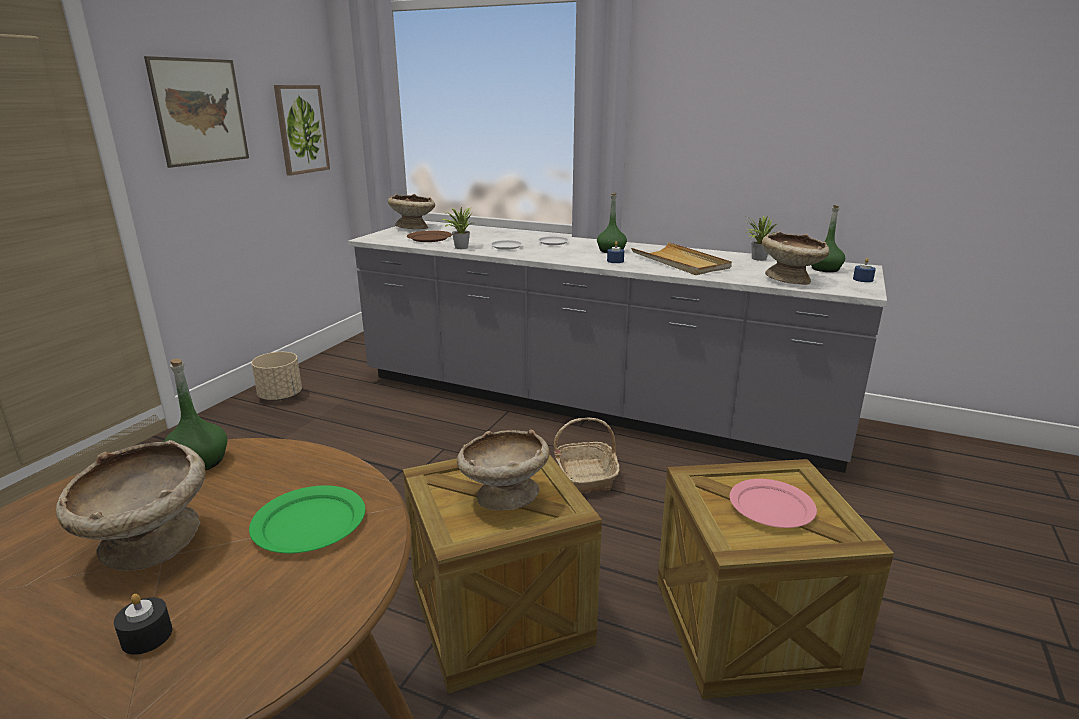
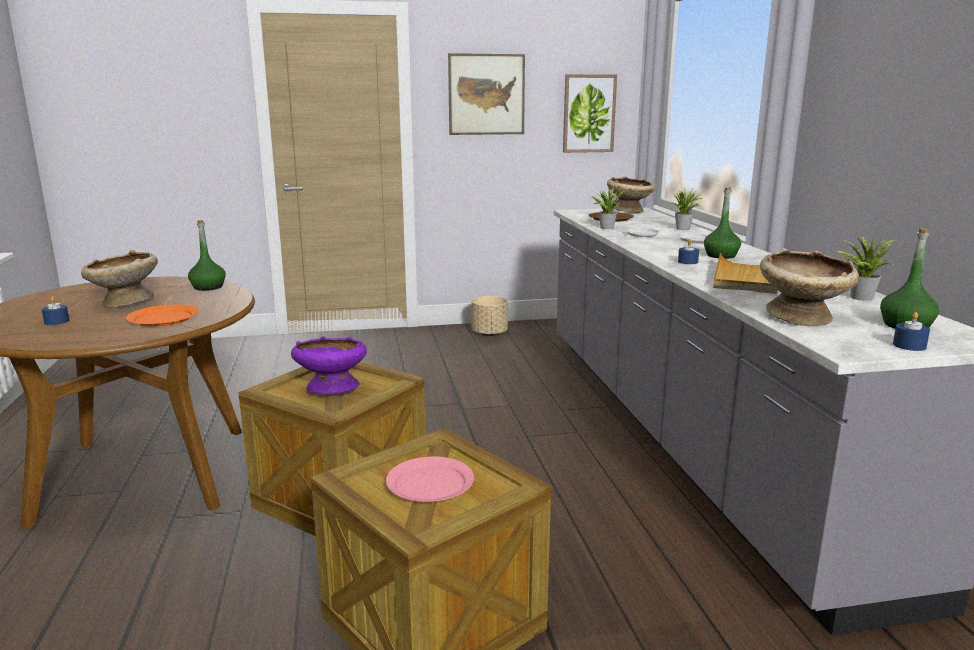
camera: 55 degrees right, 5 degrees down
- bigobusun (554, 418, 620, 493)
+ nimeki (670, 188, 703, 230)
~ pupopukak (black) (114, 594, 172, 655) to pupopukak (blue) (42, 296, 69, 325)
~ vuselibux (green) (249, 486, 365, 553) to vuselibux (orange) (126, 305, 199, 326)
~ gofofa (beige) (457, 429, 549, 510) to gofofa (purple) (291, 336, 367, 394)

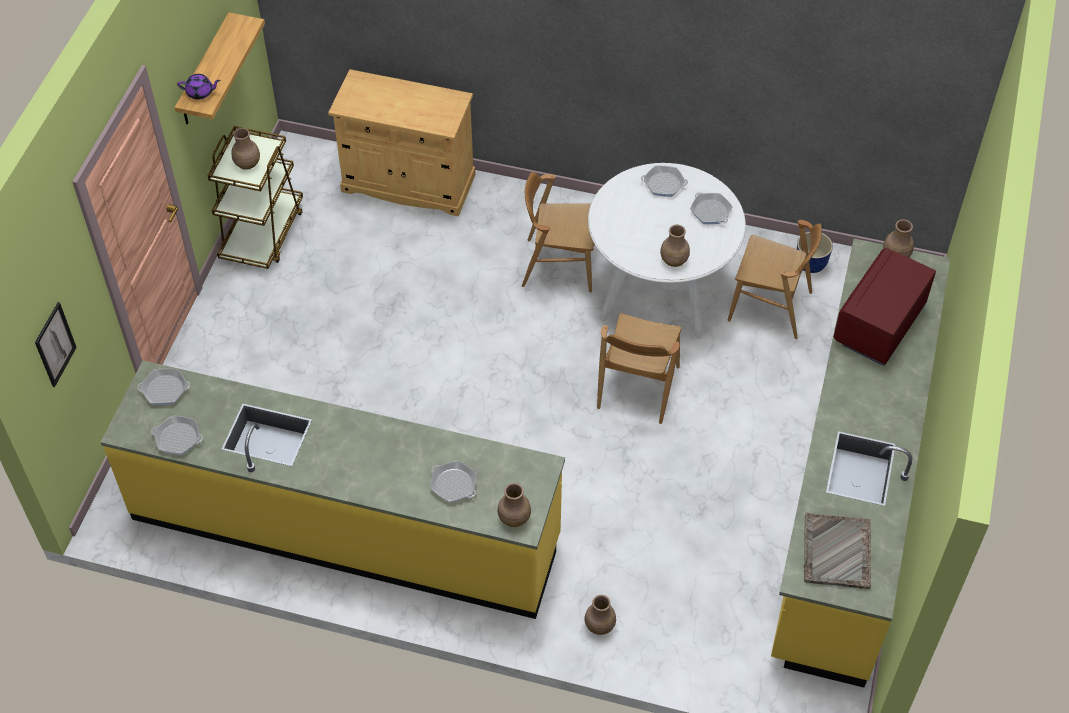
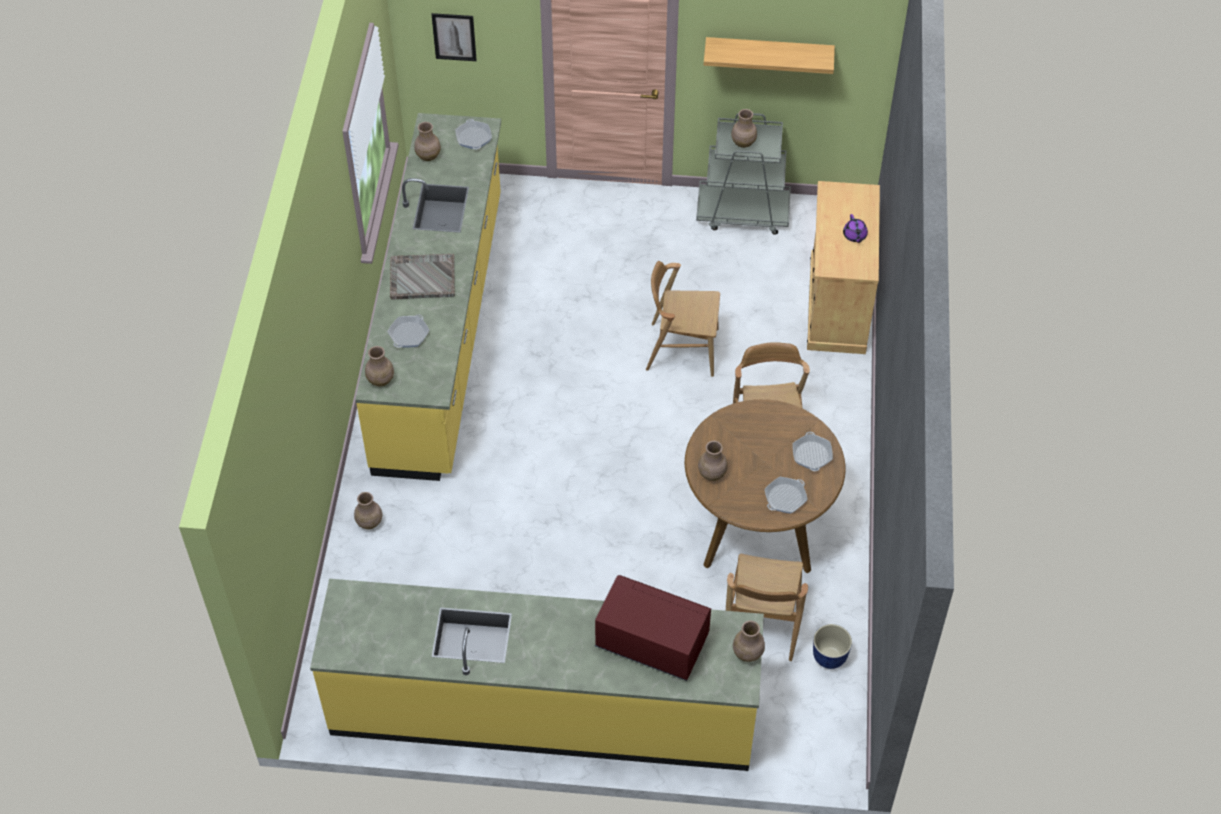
camera: 80 degrees right, 0 degrees up
~ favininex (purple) (177, 74, 221, 100) to (843, 214, 868, 243)
~ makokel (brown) (597, 313, 681, 424) to (646, 261, 720, 377)
~ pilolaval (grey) (804, 513, 871, 589) to (390, 254, 455, 300)
~ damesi (151, 415, 203, 455) to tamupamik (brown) (414, 122, 441, 161)
~ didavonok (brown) (207, 126, 303, 269) to didavonok (grey) (696, 113, 791, 235)
~ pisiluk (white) (588, 163, 746, 340) to pisiluk (brown) (685, 399, 846, 573)

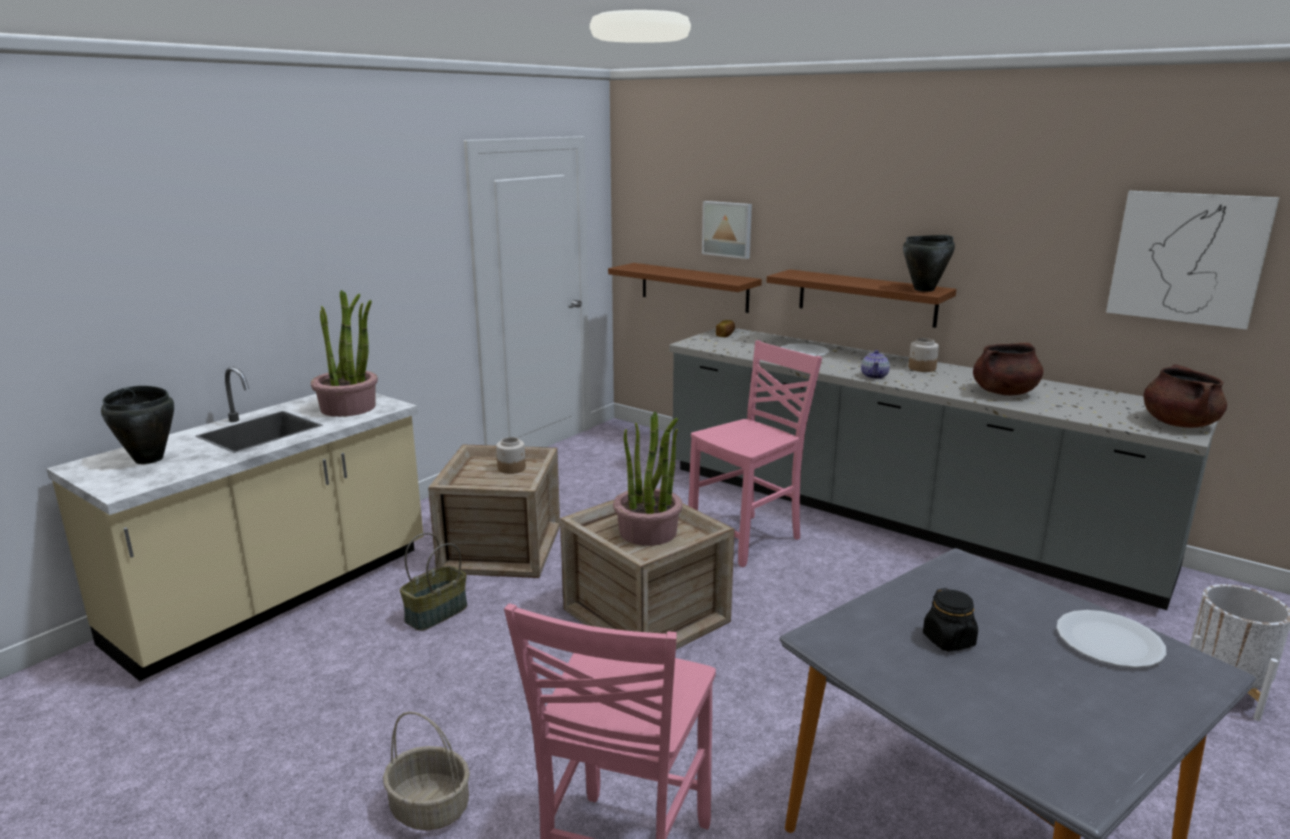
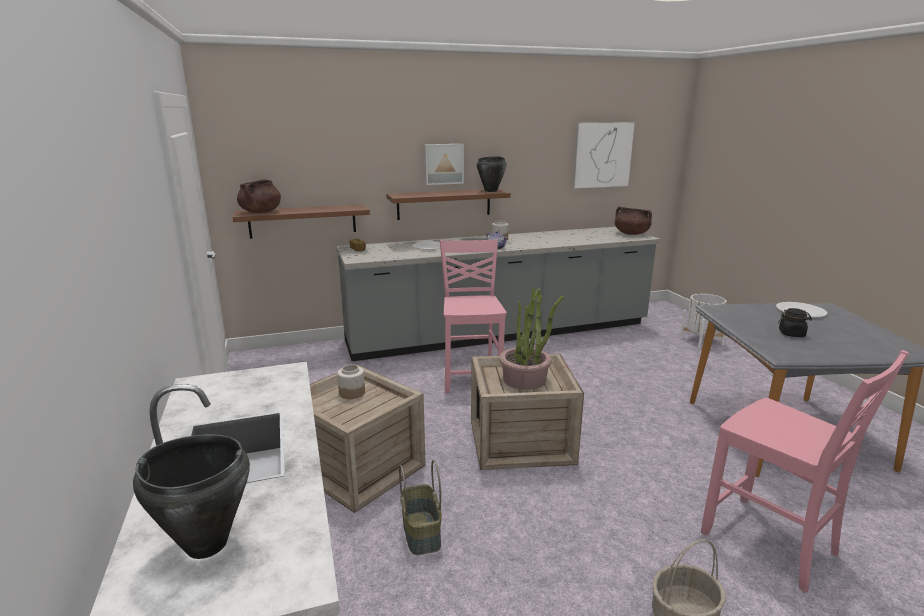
camera: 55 degrees left, 0 degrees up
- nimeki (311, 290, 378, 417)
~ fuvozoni (702, 201, 752, 259) to (425, 144, 464, 185)
~ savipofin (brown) (973, 343, 1043, 395) to (237, 179, 281, 213)

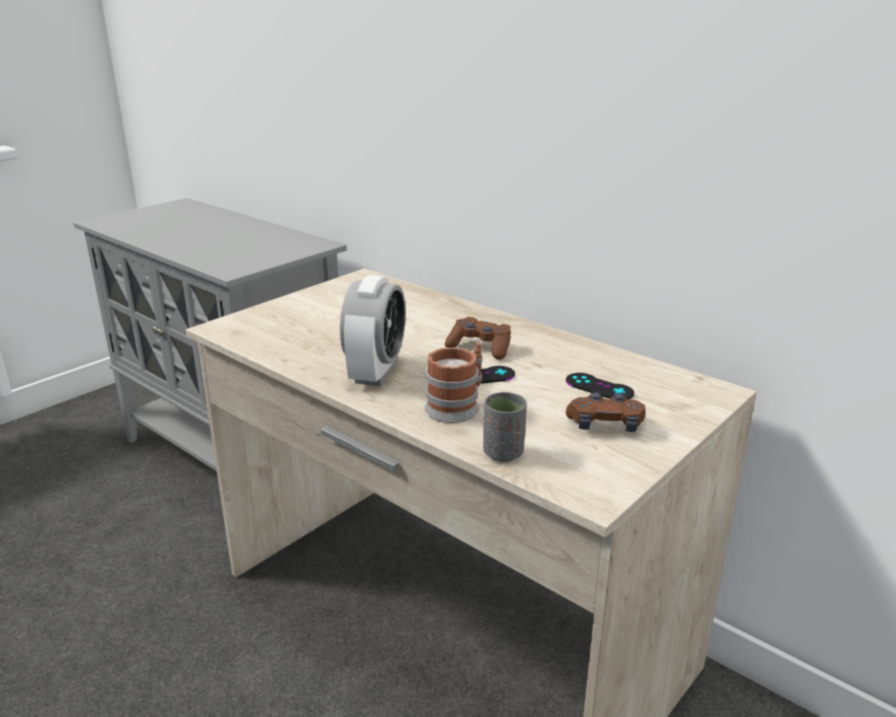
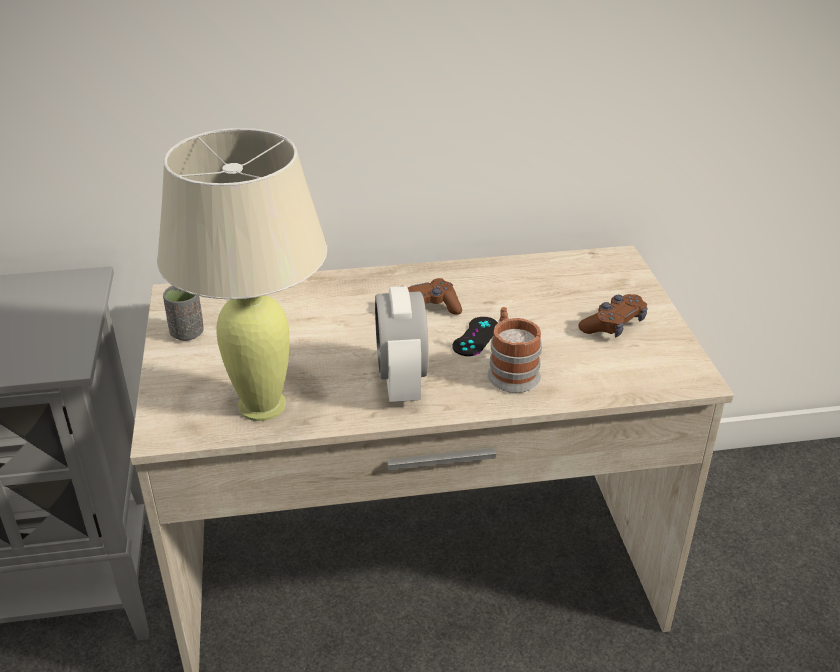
camera: 50 degrees left, 10 degrees up
- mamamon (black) (566, 373, 634, 399)
+ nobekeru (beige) (157, 128, 327, 421)
~ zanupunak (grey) (483, 392, 527, 462) to (163, 286, 204, 341)
~ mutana (340, 275, 406, 386) = (375, 286, 429, 402) 150 degrees counterclockwise

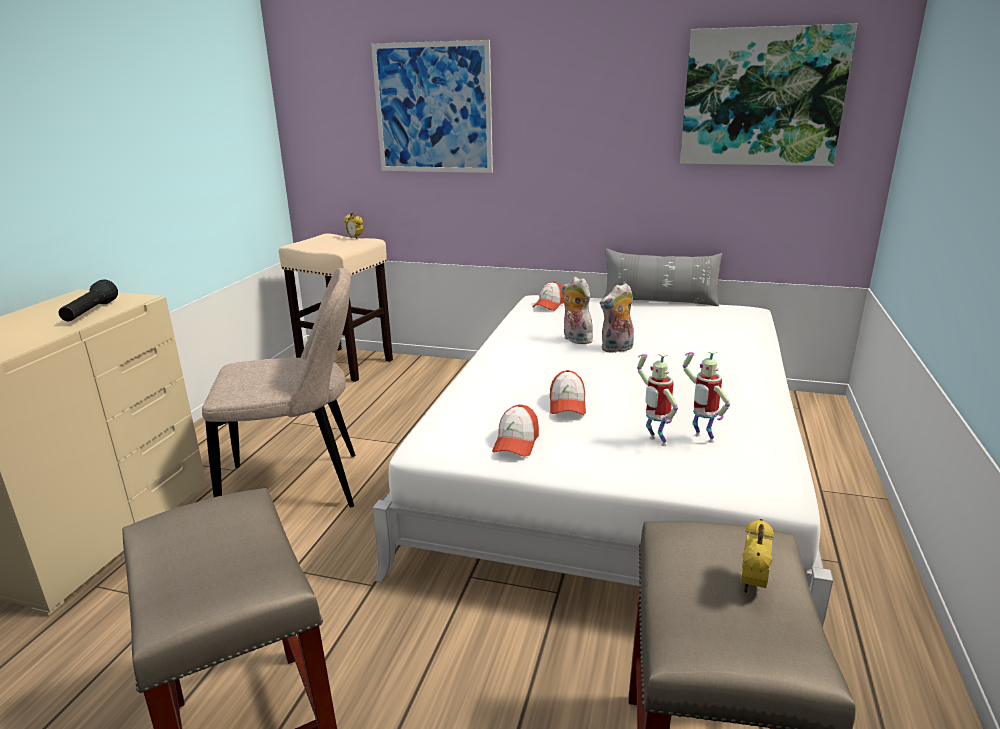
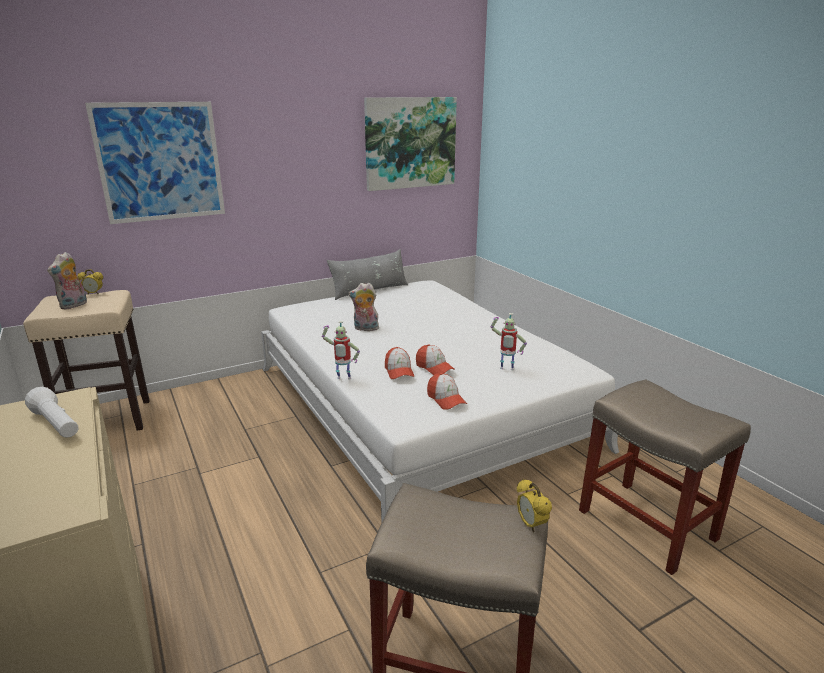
camera: 45 degrees left, 0 degrees up
- makokel (beige) (202, 268, 355, 507)
~ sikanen (533, 281, 564, 311) to (385, 347, 414, 379)
~ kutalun (600, 283, 634, 353) to (47, 252, 87, 310)
~ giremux (683, 350, 730, 443) to (322, 321, 360, 380)
~ mutana (741, 519, 774, 593) to (517, 479, 552, 532)
~ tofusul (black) (58, 279, 118, 321) to tofusul (white) (25, 387, 78, 438)

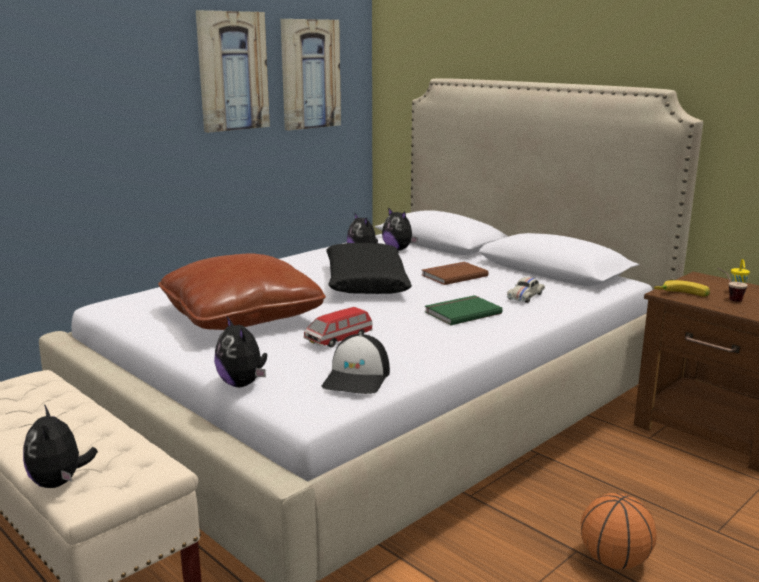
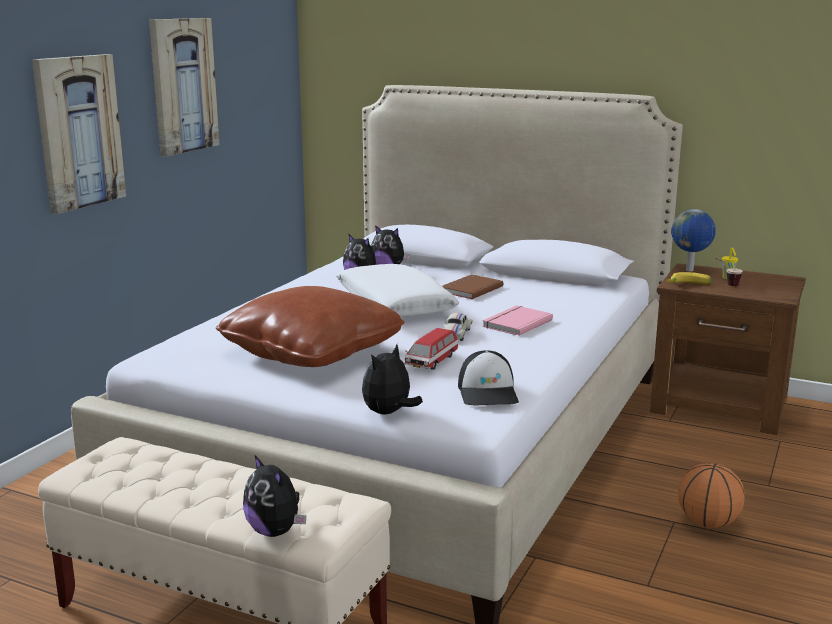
camera: 20 degrees left, 0 degrees up
+ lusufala (671, 209, 716, 272)
~ fuvozoni (280, 19, 341, 131) to (32, 54, 126, 214)
~ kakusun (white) (507, 277, 545, 303) to (442, 313, 473, 341)
~ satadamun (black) (326, 243, 412, 294) to satadamun (white) (336, 264, 459, 317)
~ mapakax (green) (425, 295, 503, 325) to mapakax (pink) (482, 305, 553, 336)
~ kutalun (214, 315, 267, 387) = (362, 345, 423, 414) 90 degrees clockwise

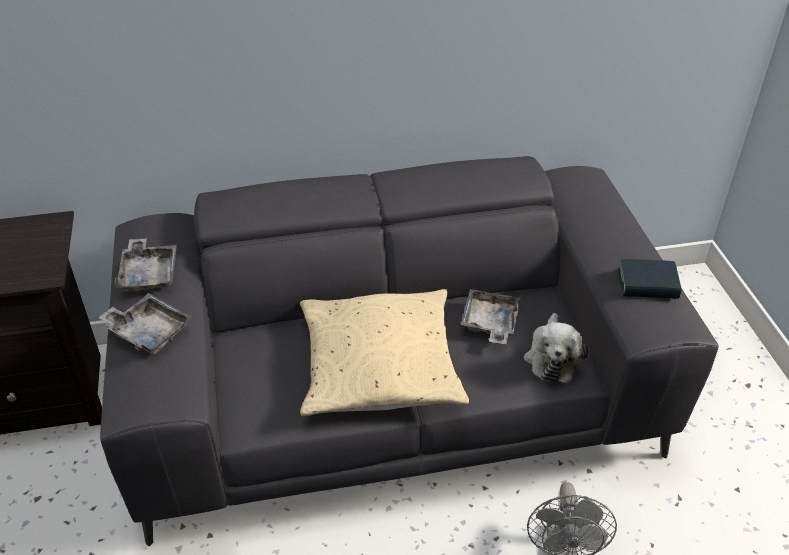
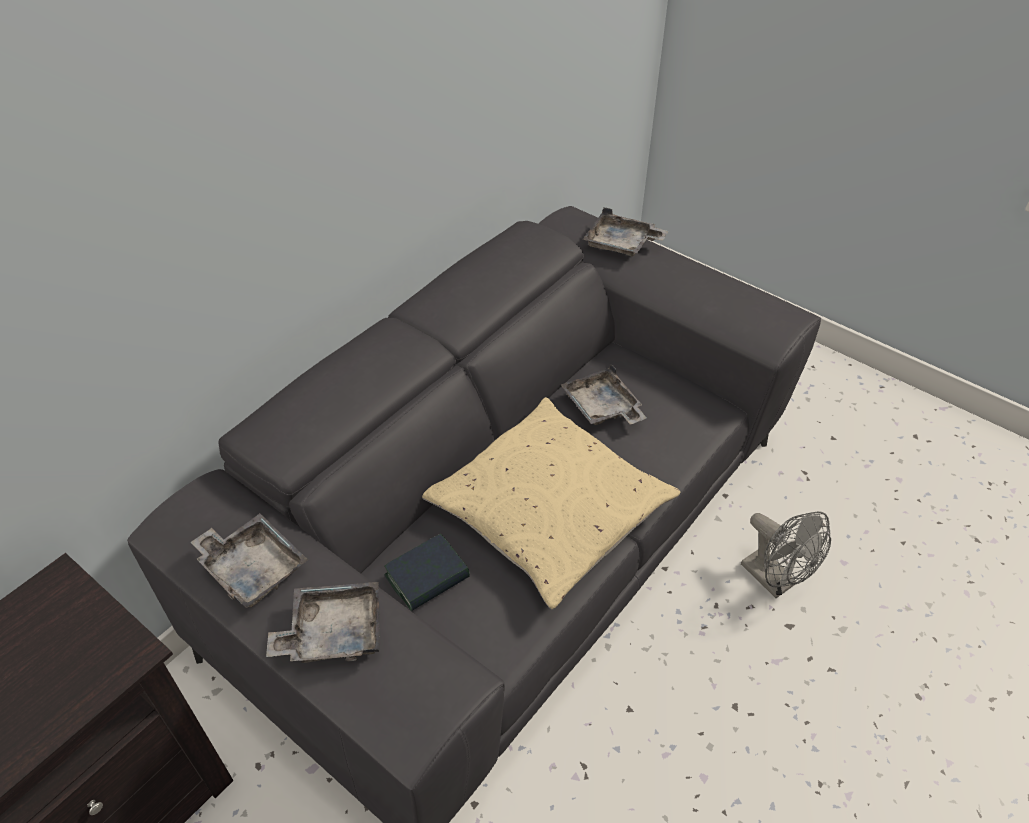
camera: 40 degrees left, 5 degrees up
- kutalun (524, 313, 588, 383)
+ pilolaval (grey) (583, 207, 668, 257)
~ mapakax (618, 259, 682, 299) to (384, 534, 470, 611)

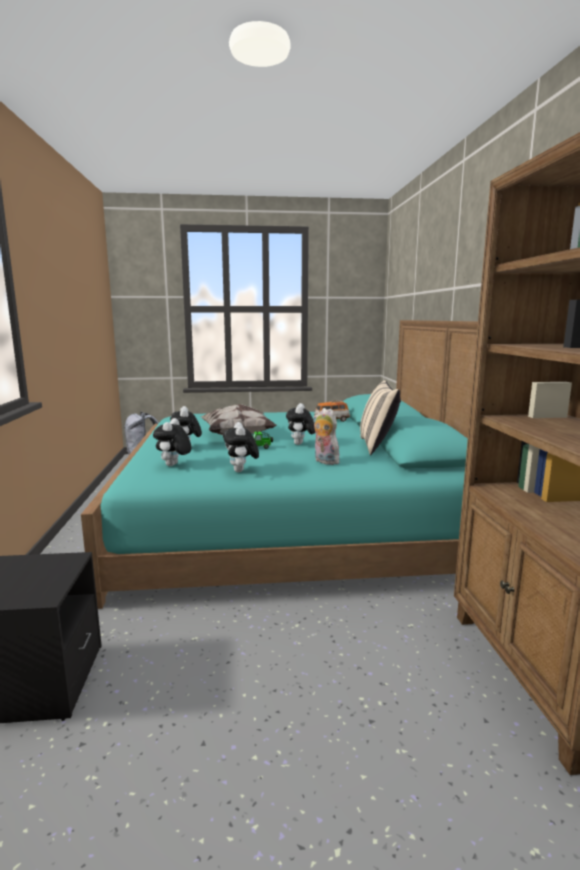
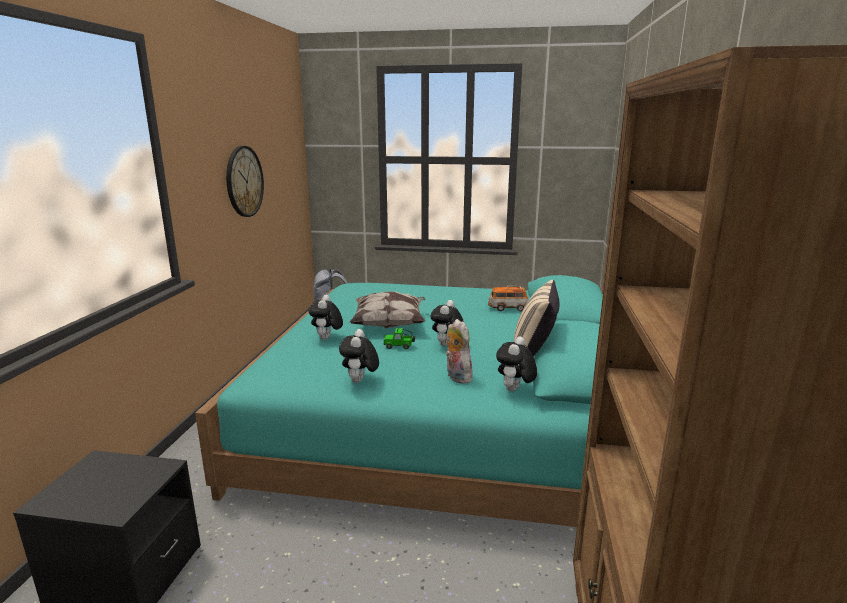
camera: 15 degrees right, 5 degrees up
+ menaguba (226, 146, 264, 217)
~ kutalun (153, 418, 192, 466) to (496, 336, 537, 392)

